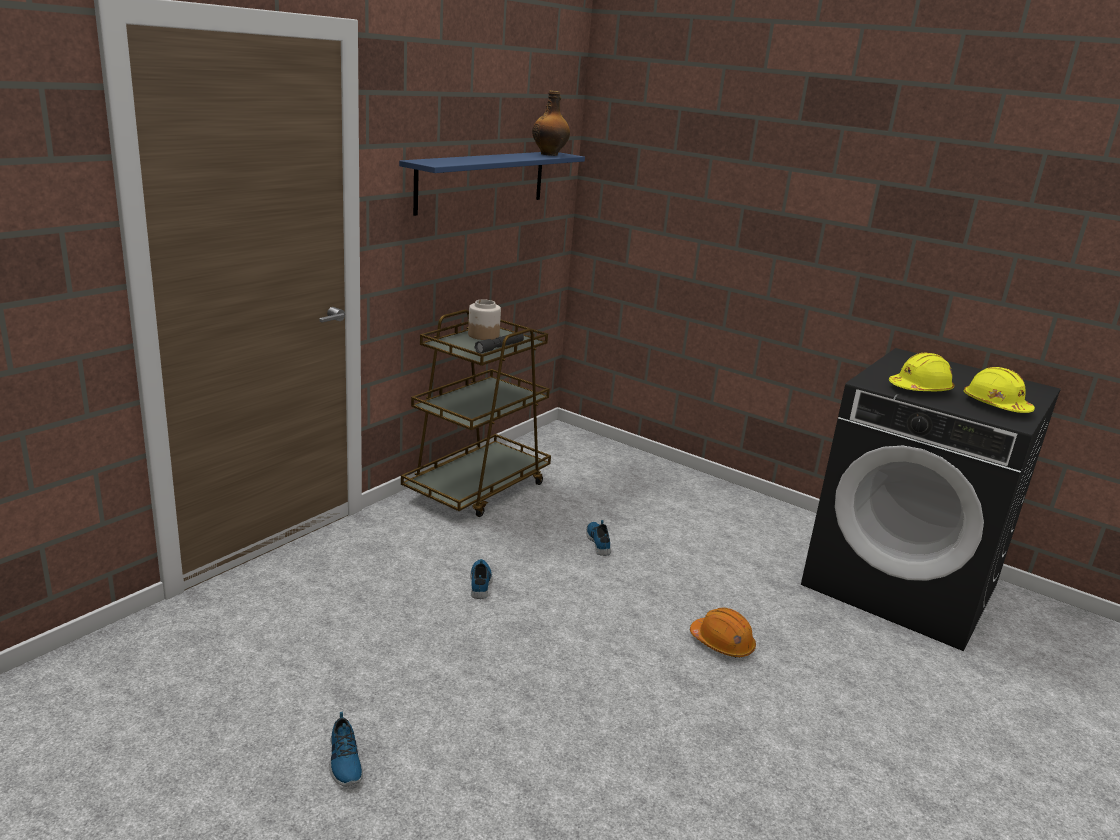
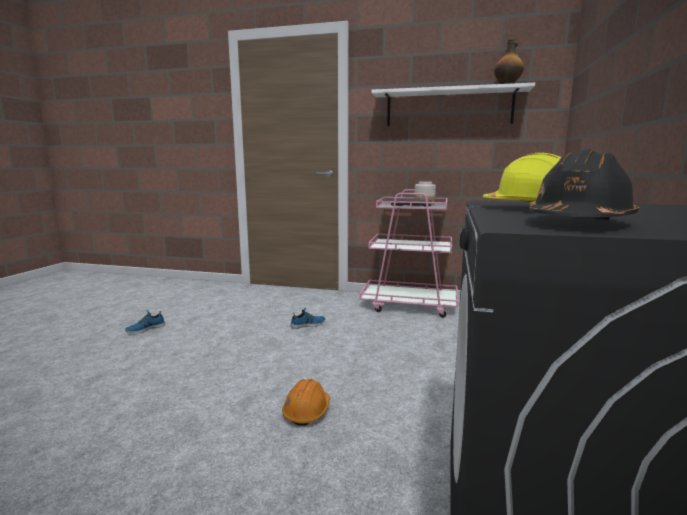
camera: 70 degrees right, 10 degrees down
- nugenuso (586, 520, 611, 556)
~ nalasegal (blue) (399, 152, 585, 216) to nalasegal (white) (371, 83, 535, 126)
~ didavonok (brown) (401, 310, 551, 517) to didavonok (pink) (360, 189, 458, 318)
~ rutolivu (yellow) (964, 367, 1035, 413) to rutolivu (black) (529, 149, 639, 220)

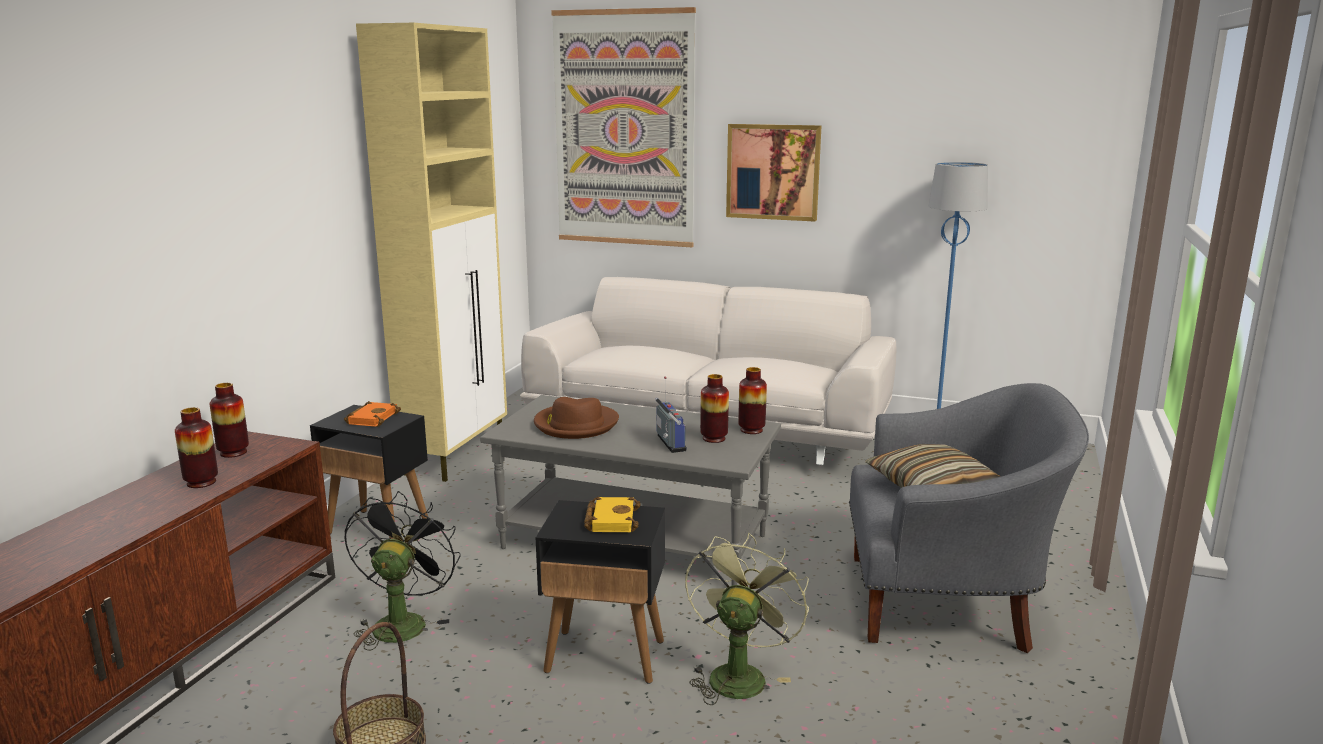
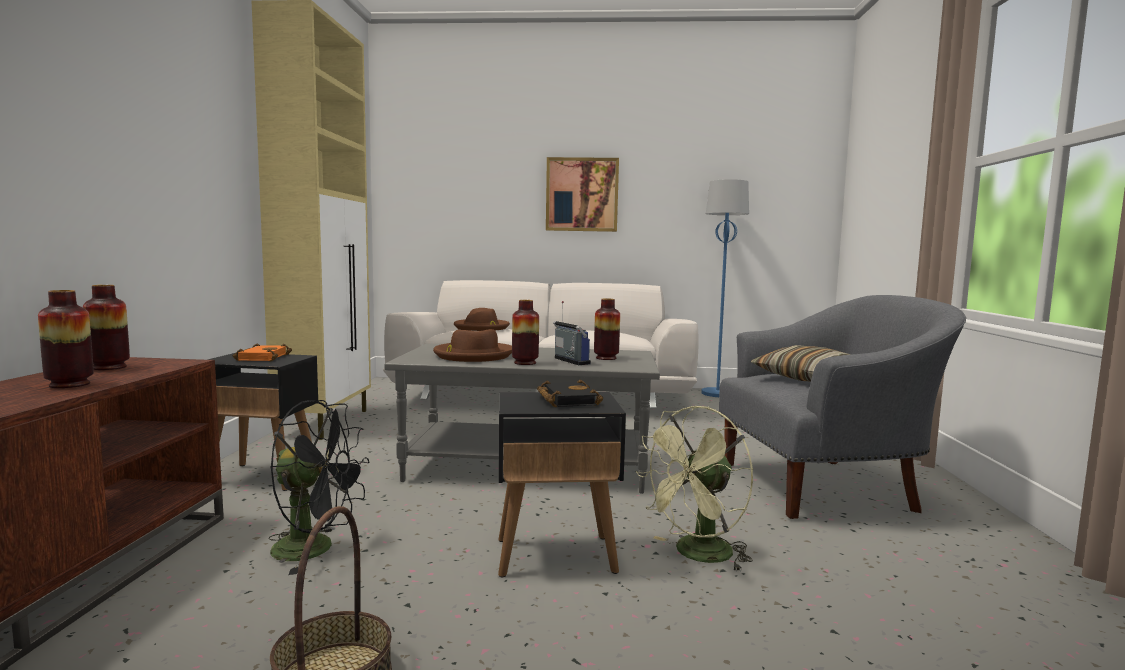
camera: 15 degrees left, 10 degrees down
- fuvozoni (551, 7, 696, 247)
+ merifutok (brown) (454, 308, 510, 331)
~ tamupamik (738, 367, 767, 434) to (512, 300, 539, 365)
~ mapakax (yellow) (584, 497, 641, 532) to mapakax (black) (537, 380, 603, 407)
~ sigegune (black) (344, 491, 461, 651) = (268, 400, 369, 575) 105 degrees clockwise
~ sigegune (green) (685, 533, 809, 705) = (636, 406, 753, 572) 135 degrees counterclockwise

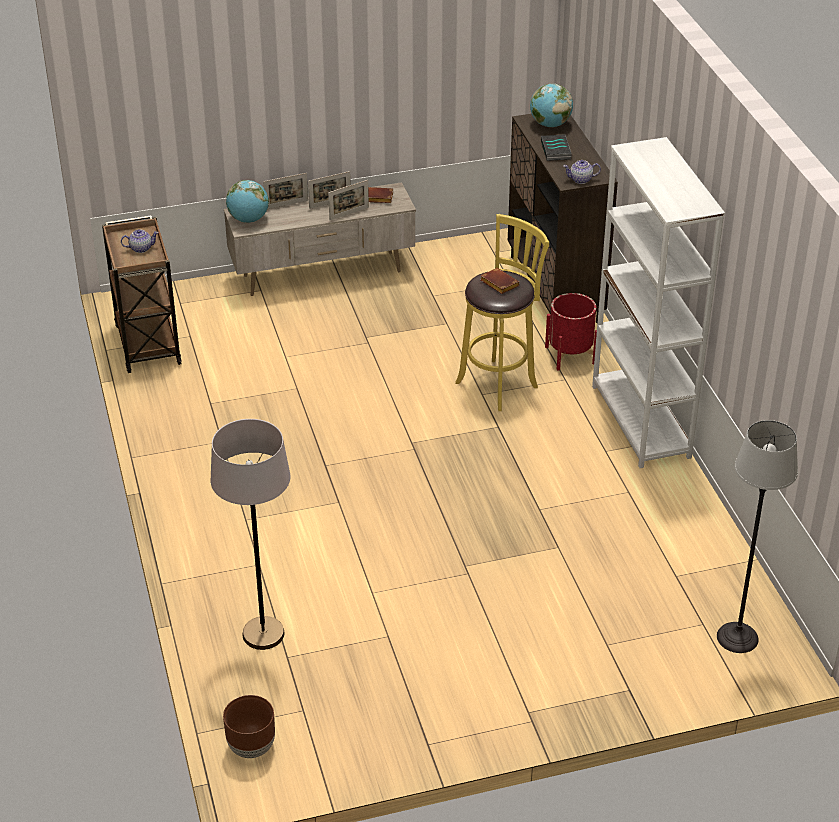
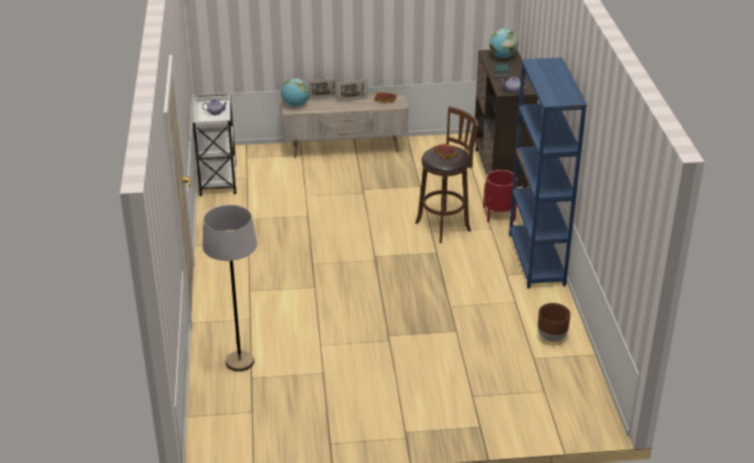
camera: 10 degrees right, 5 degrees down
- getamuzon (328, 180, 369, 220)
- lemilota (717, 420, 798, 653)
~ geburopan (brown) (223, 695, 275, 758) to (538, 303, 570, 342)
~ didavonok (brown) (102, 215, 182, 373) to didavonok (white) (192, 94, 237, 196)
~ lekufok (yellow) (455, 214, 549, 411) to lekufok (brown) (415, 106, 479, 243)
~ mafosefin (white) (592, 137, 725, 468) to mafosefin (blue) (509, 57, 587, 289)

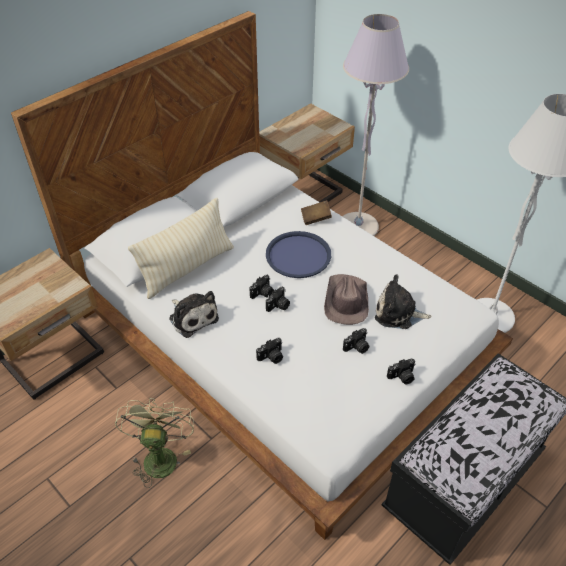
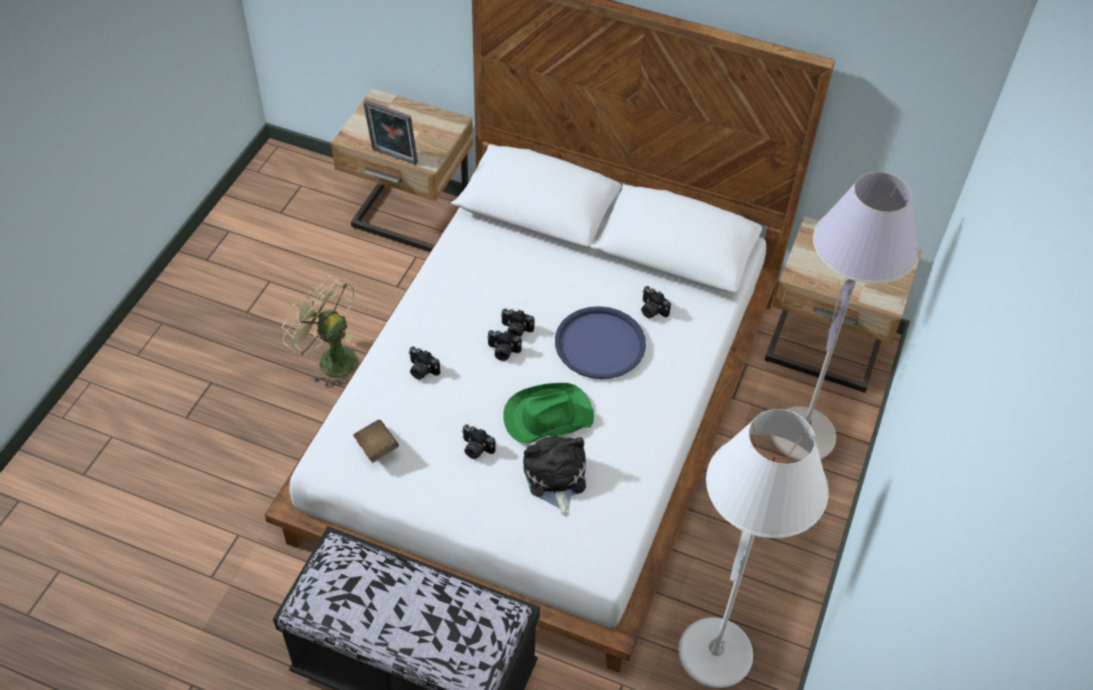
camera: 65 degrees right, 5 degrees up
- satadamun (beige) (128, 198, 234, 299)
- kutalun (169, 291, 219, 338)
+ getamuzon (363, 101, 418, 165)
~ mapakax (brown) (301, 200, 332, 225) to (353, 420, 399, 463)
~ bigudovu (387, 359, 416, 385) to (641, 286, 671, 318)
~ merifutok (brown) (324, 274, 369, 325) to merifutok (green) (503, 383, 594, 443)
~ sigegune (green) (115, 398, 194, 488) = (282, 276, 358, 388) 120 degrees counterclockwise

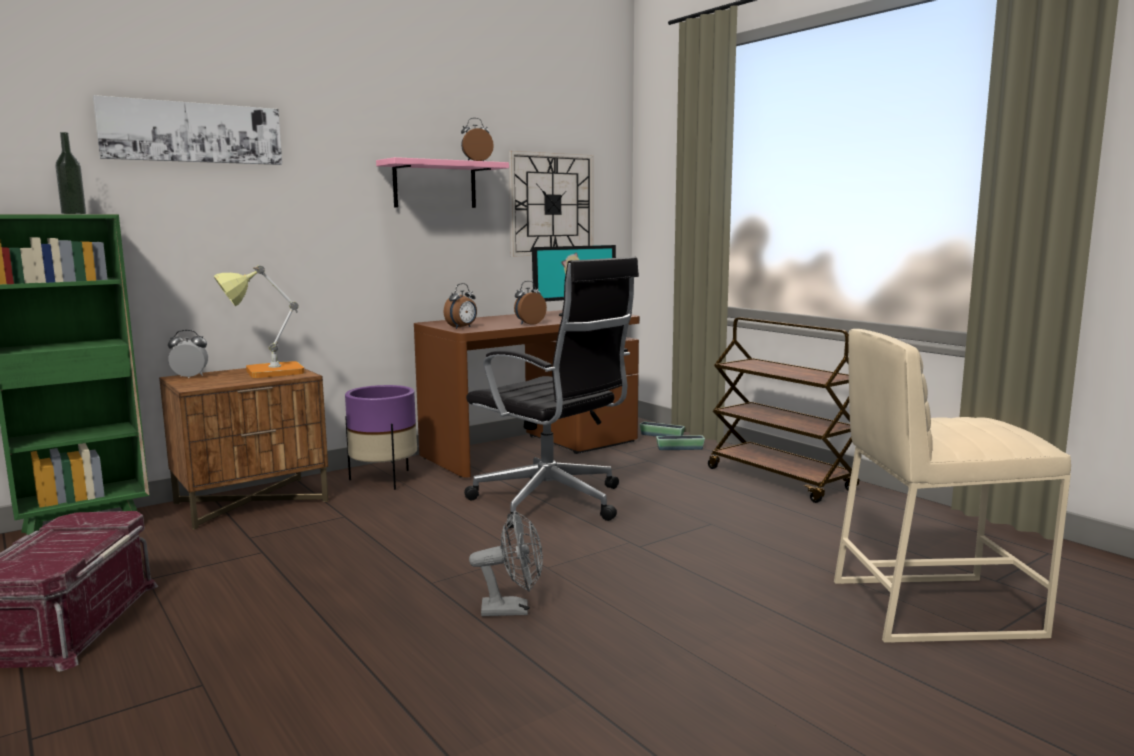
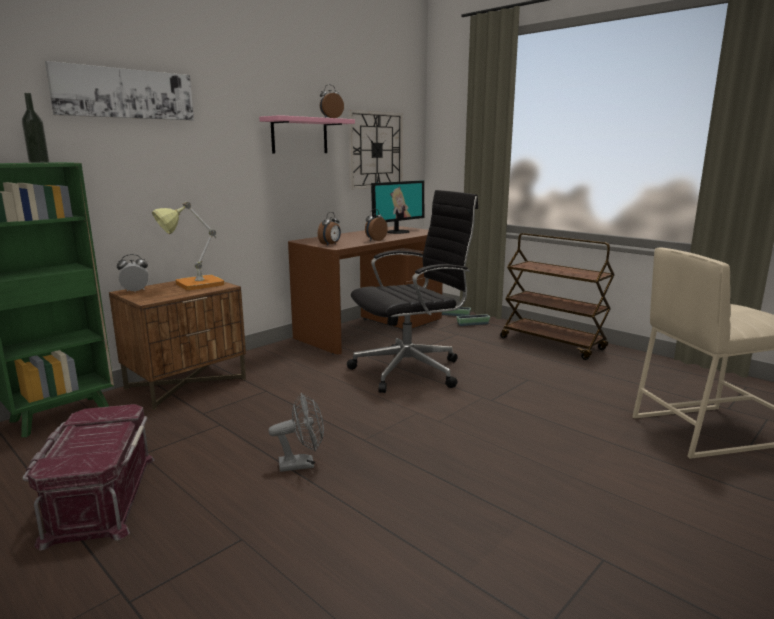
camera: 10 degrees left, 5 degrees up
- geburopan (purple) (345, 385, 417, 490)
~ sigegune (grey) (469, 510, 543, 616) to (268, 392, 324, 472)
~ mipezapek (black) (464, 257, 639, 528) = (347, 190, 478, 393) 60 degrees counterclockwise

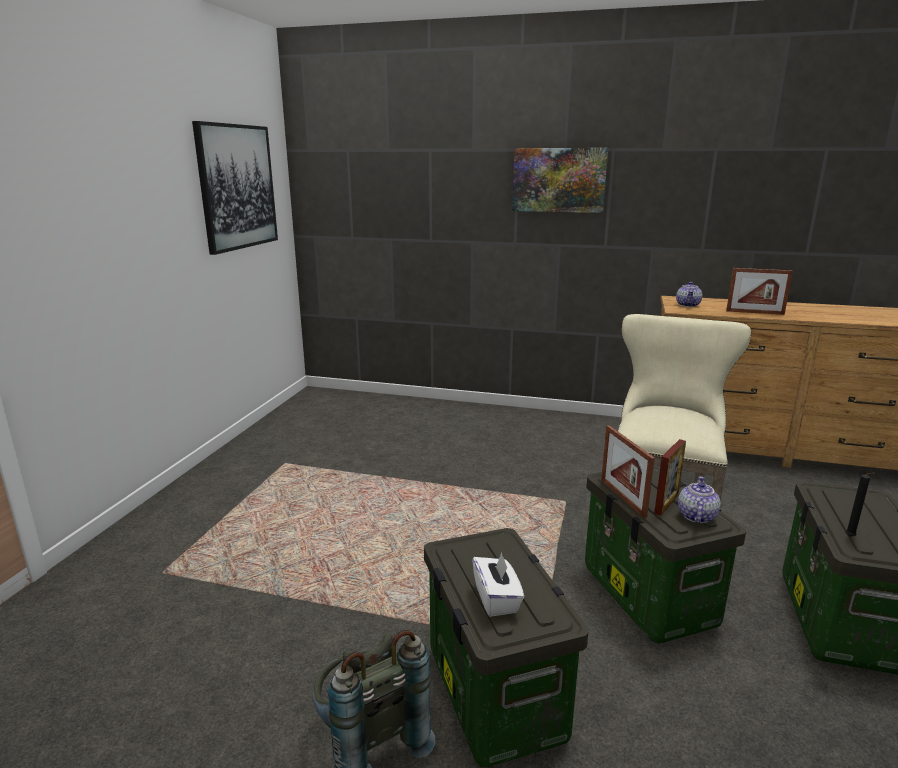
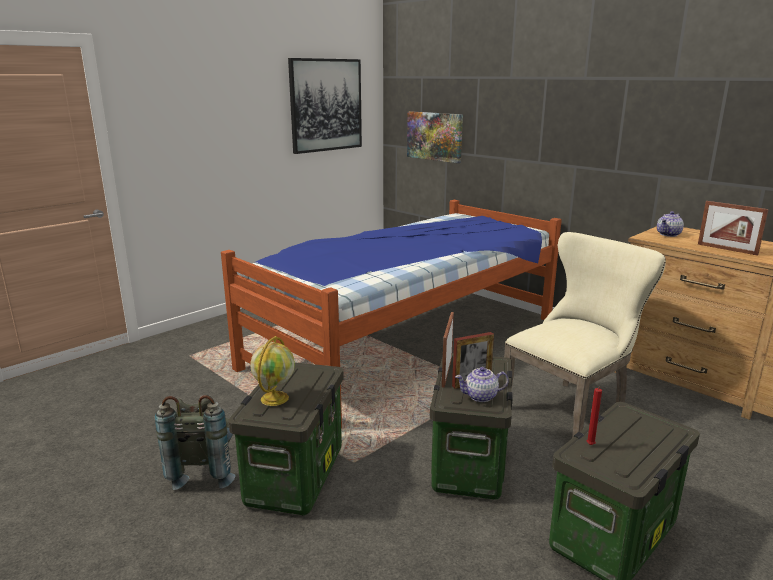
camera: 30 degrees right, 0 degrees up
+ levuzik (221, 200, 562, 428)
~ fuvozoni (512, 148, 608, 213) to (407, 111, 463, 163)
~ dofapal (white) (472, 552, 524, 617) to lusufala (250, 336, 295, 406)
~ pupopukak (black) (846, 473, 875, 537) to pupopukak (red) (587, 387, 602, 445)
~ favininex (678, 476, 721, 523) = (455, 367, 509, 402) 150 degrees counterclockwise

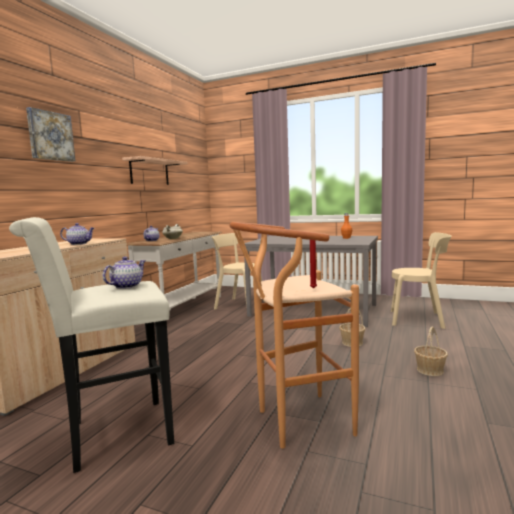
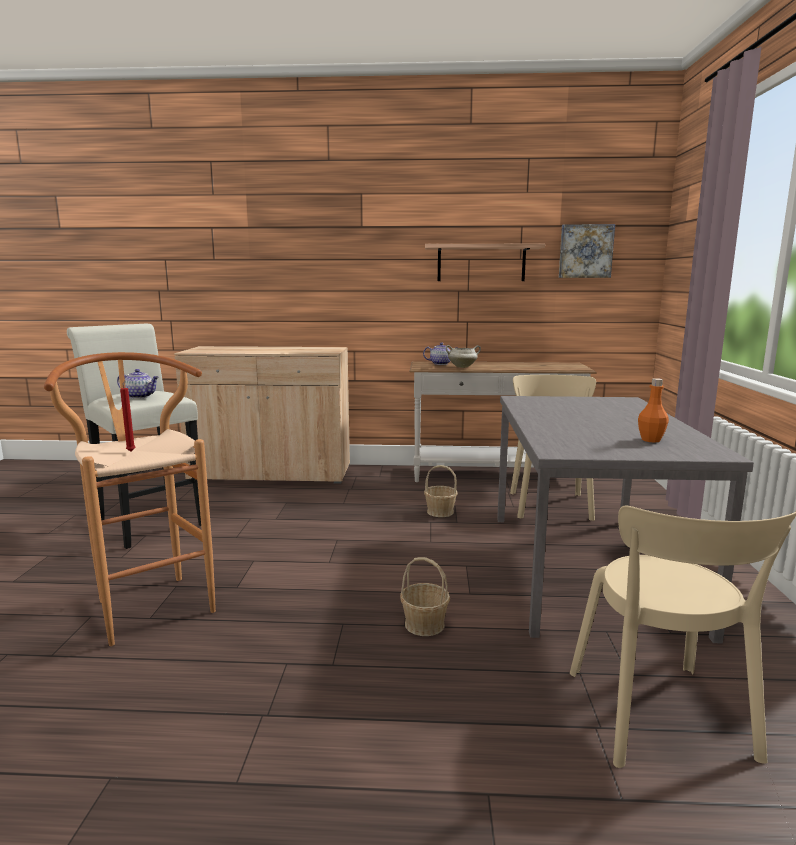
camera: 70 degrees right, 5 degrees up
- favininex (60, 223, 94, 245)
~ fuvozoni (26, 107, 75, 162) to (559, 224, 615, 278)
~ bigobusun (414, 326, 448, 376) to (424, 465, 457, 517)

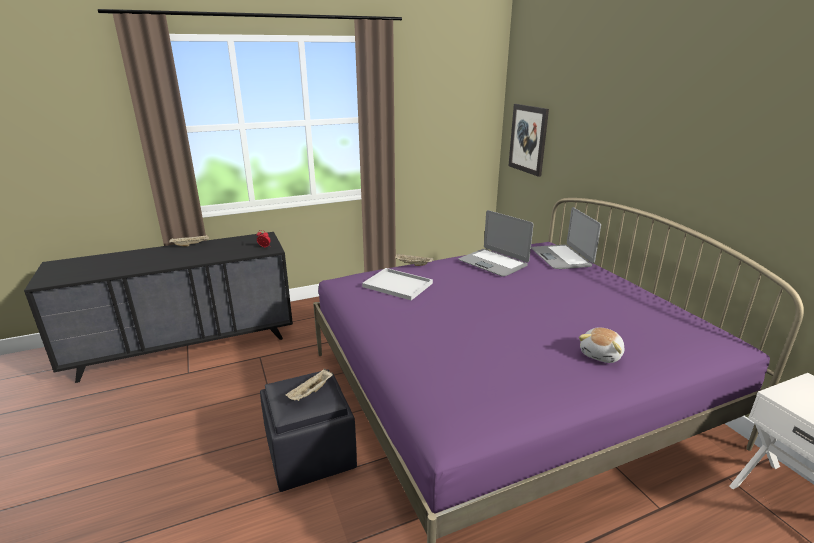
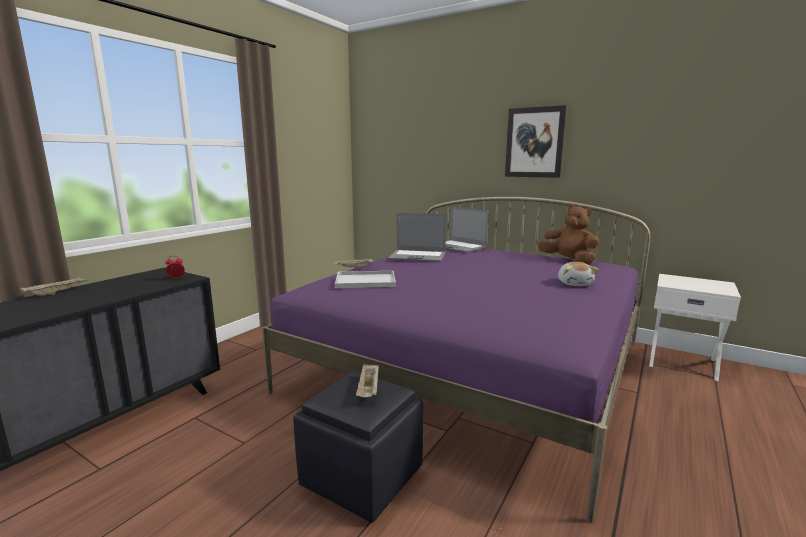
camera: 35 degrees left, 10 degrees down
+ kutalun (brown) (538, 205, 600, 264)
~ fuvozoni (508, 104, 549, 177) to (505, 105, 567, 178)

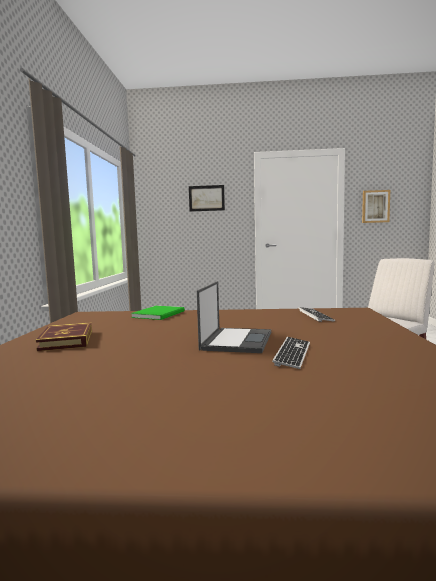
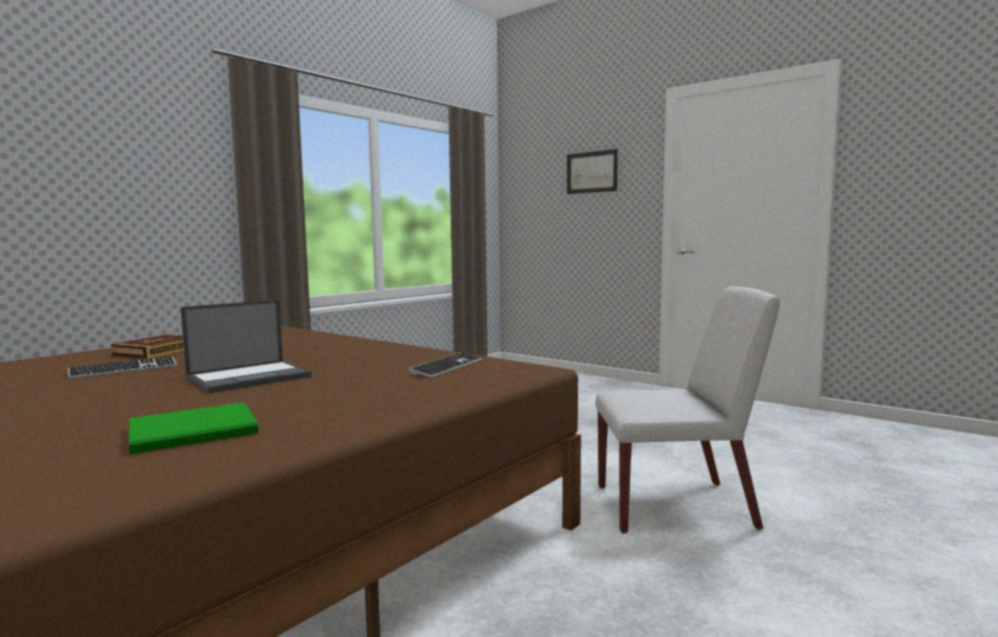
camera: 35 degrees right, 0 degrees up
- fuvozoni (362, 190, 390, 223)
~ mapakax (green) (131, 306, 185, 320) to (129, 402, 258, 454)
~ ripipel (272, 337, 310, 369) to (68, 356, 177, 379)

